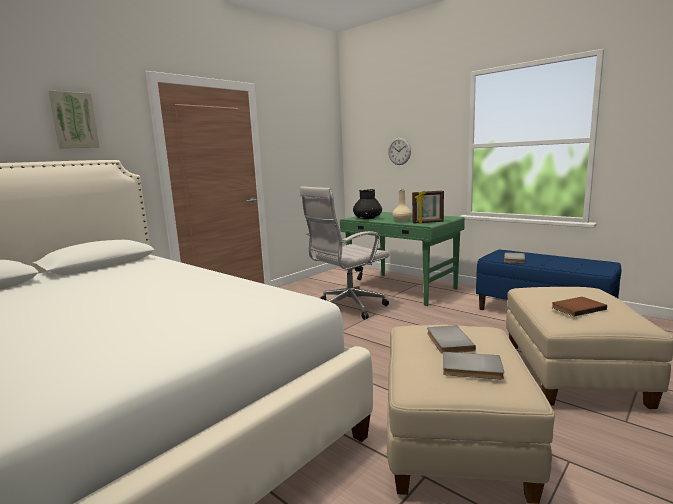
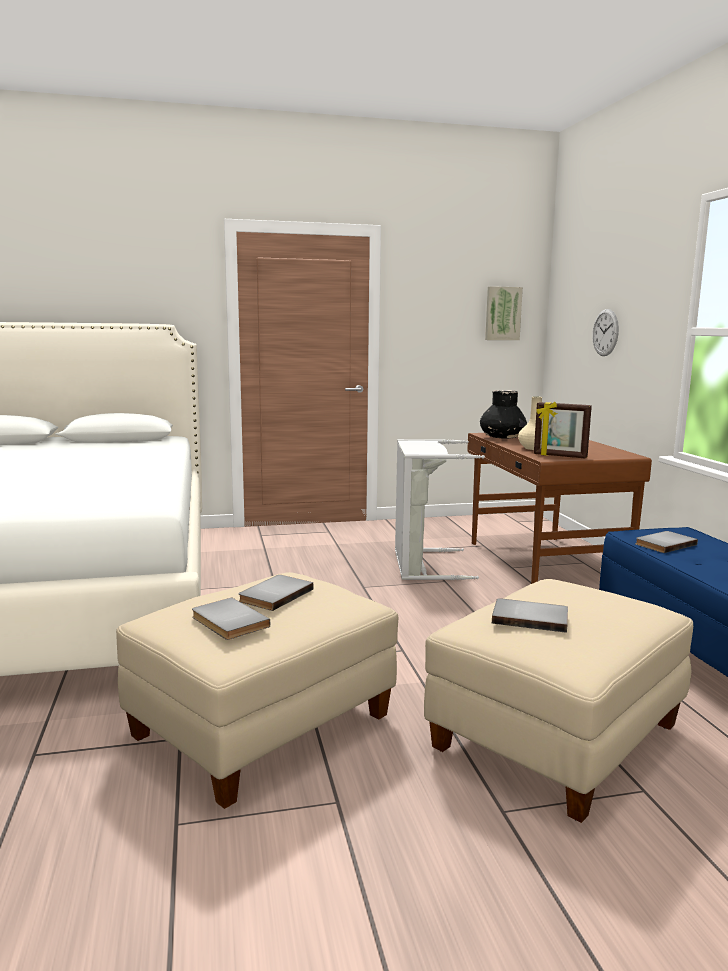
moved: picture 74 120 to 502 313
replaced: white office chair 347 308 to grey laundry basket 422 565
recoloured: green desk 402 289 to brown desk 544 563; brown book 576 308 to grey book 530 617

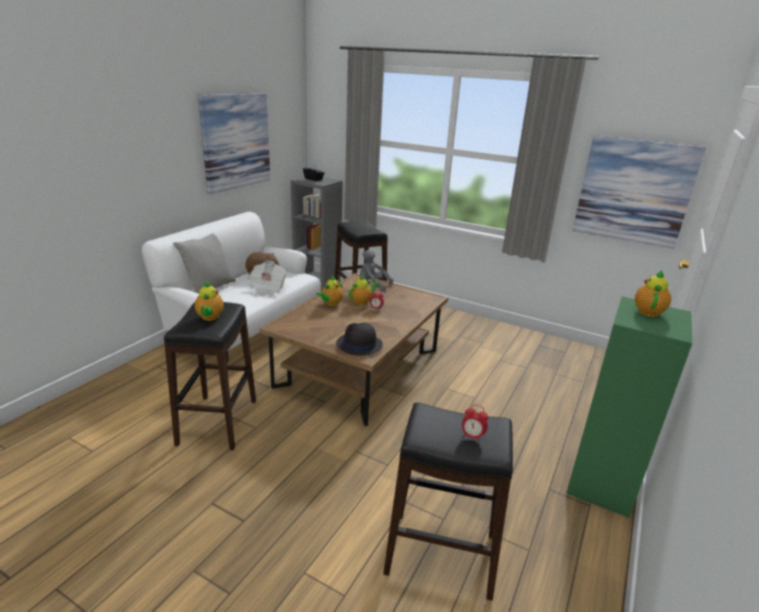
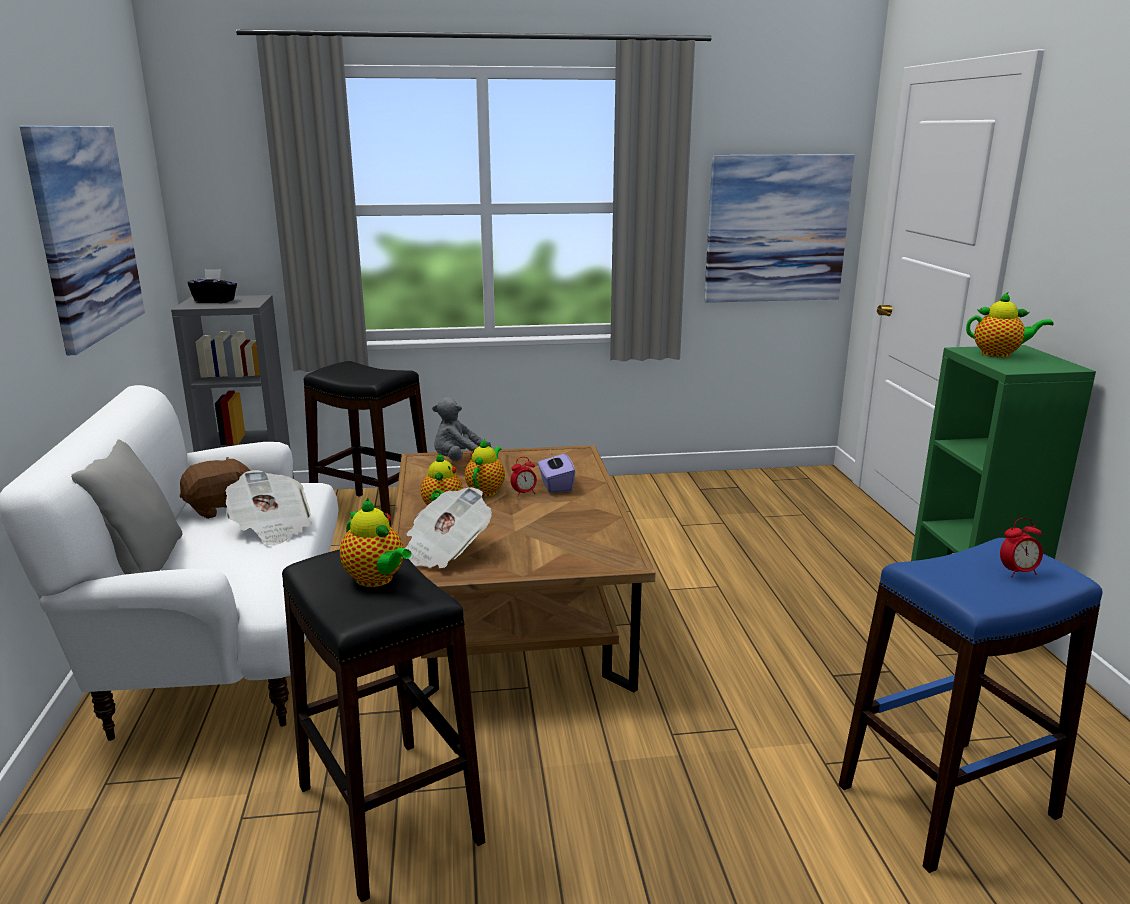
removed: black hat 359 345
added: purple tissue box 555 486; newspaper 444 551
recoloured: black stool 441 554 to blue stool 947 800
turned: teapot 648 311 = 999 354 120 degrees clockwise

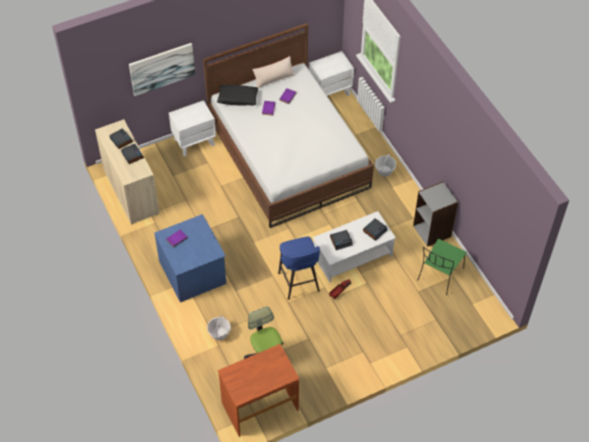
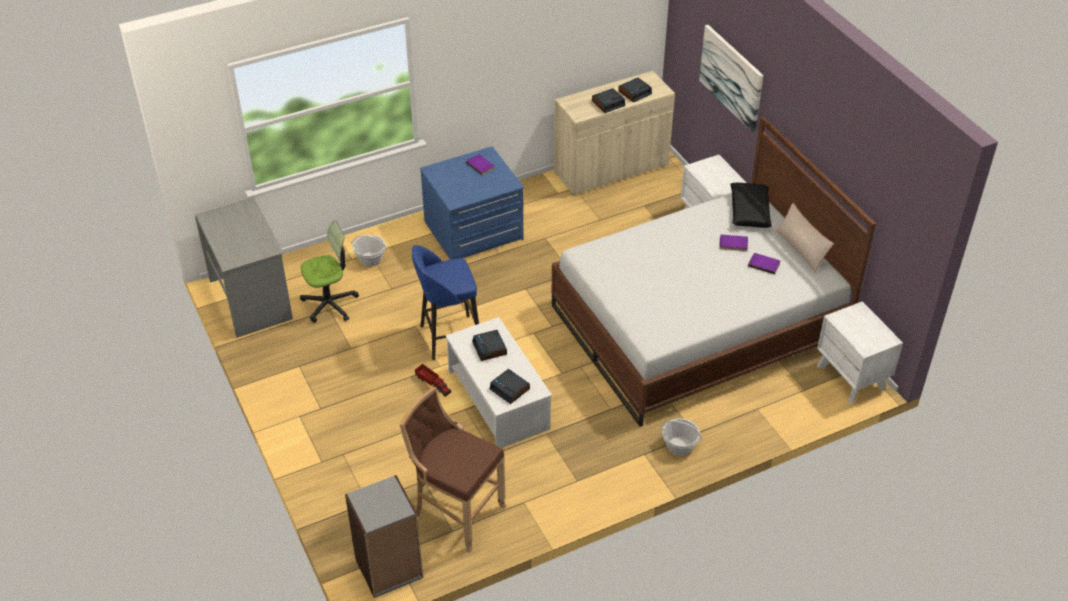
moved: grey bookcase 432 231 to 389 569
replaced: green chair 440 275 to brown stool 455 512
recoloured: brown desk 259 405 to grey desk 252 299

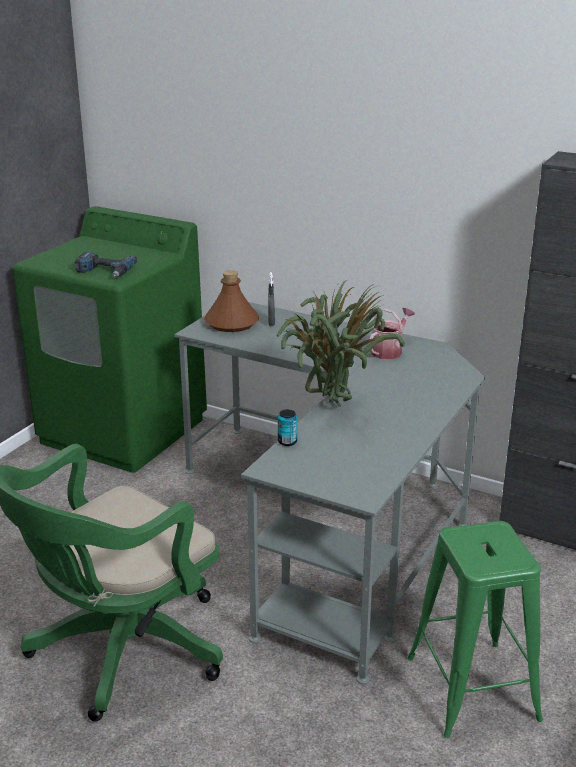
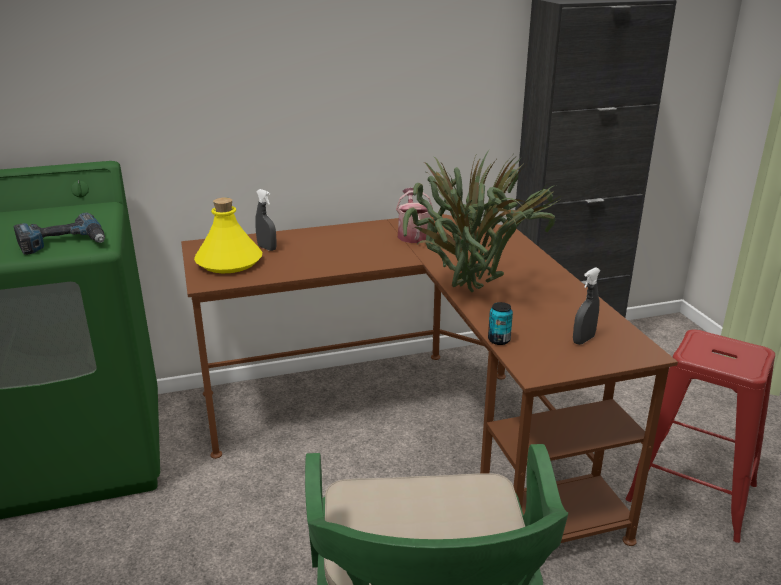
added: grey spray bottle 583 340
recoloured: brown bottle 231 323 to yellow bottle 229 262; grey desk 334 524 to brown desk 415 428; green stool 471 687 to red stool 690 492

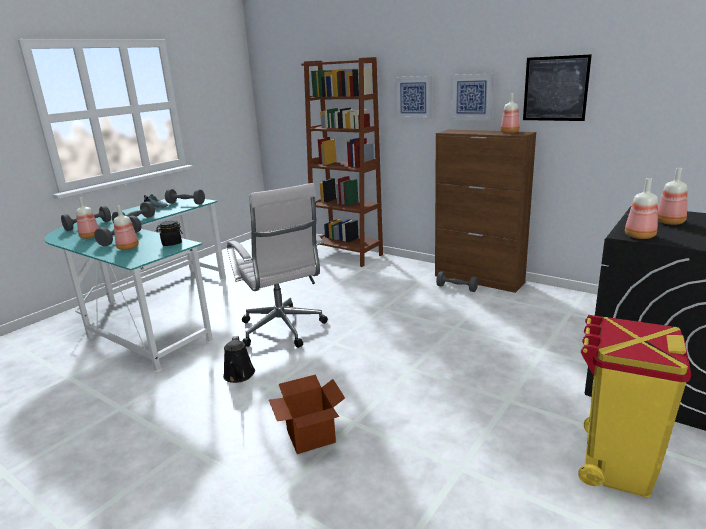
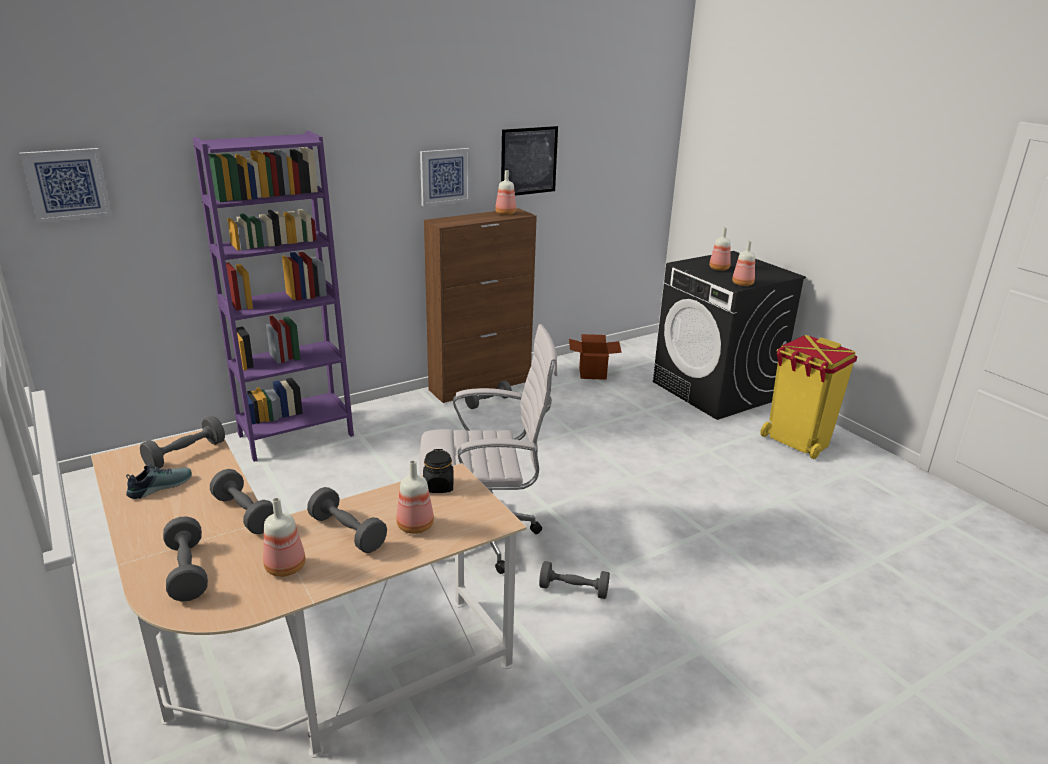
moved: picture 414 97 to 67 184; cardboard box 311 436 to 592 373
replaced: black watering can 239 375 to grey dumbbell 573 590
recoloured: brown bookcase 346 255 to purple bookcase 296 435; turquoise desk 152 313 to beige desk 290 660

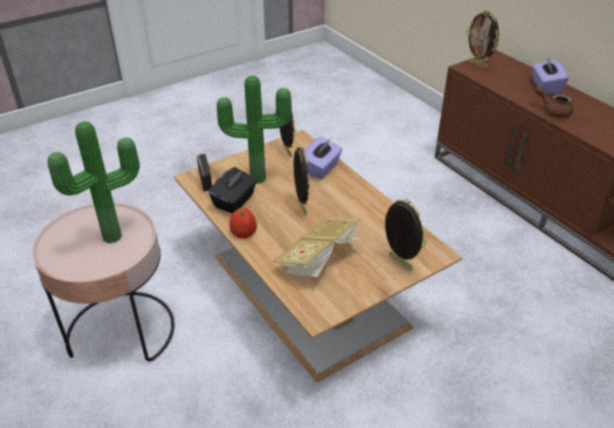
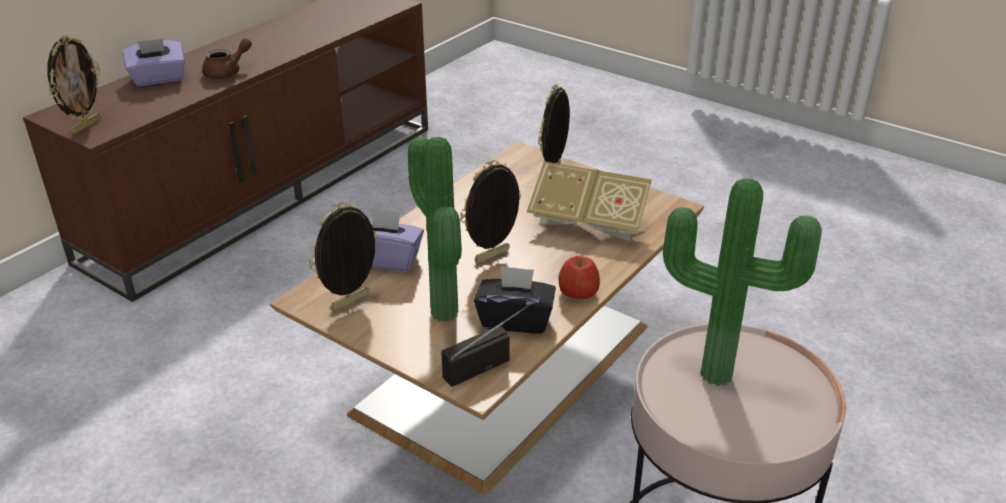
turned: brown teapot 553 110 = 228 72 150 degrees counterclockwise

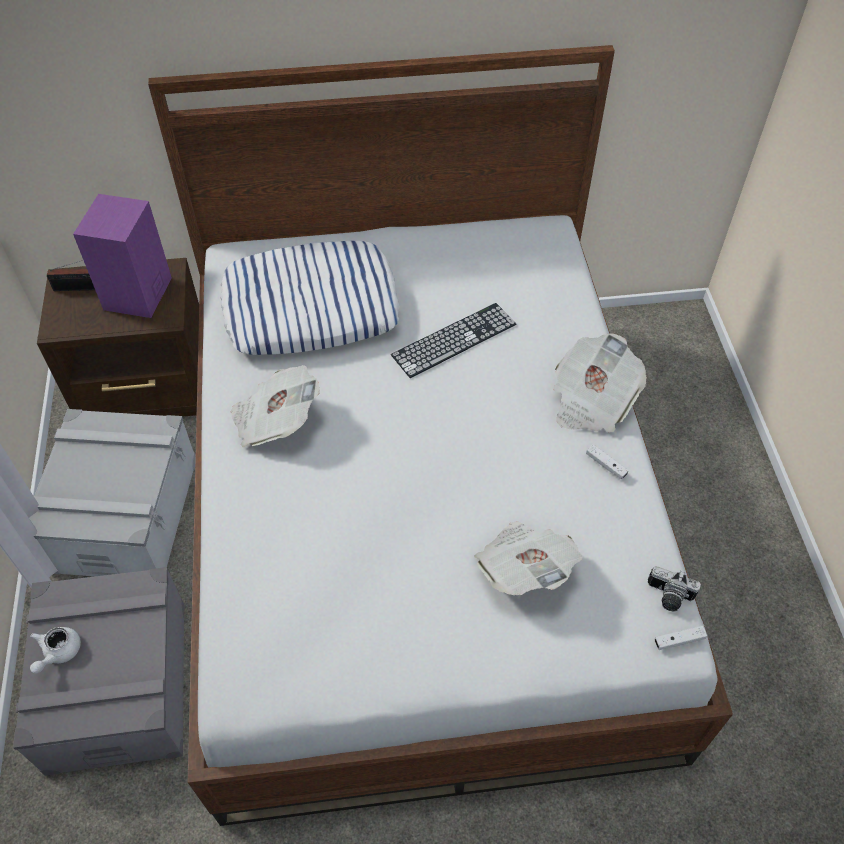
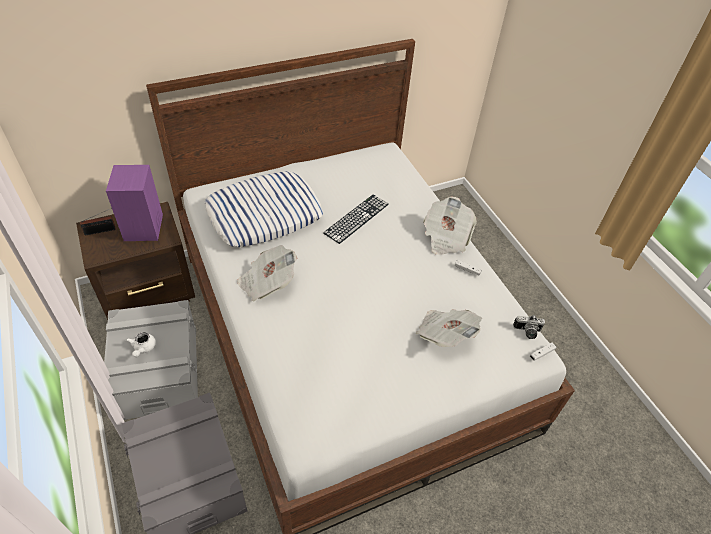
moved: white teapot 58 652 to 143 348

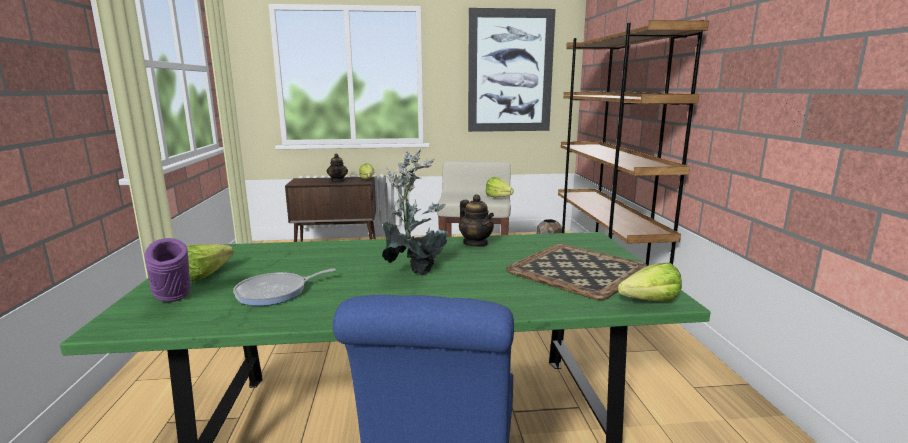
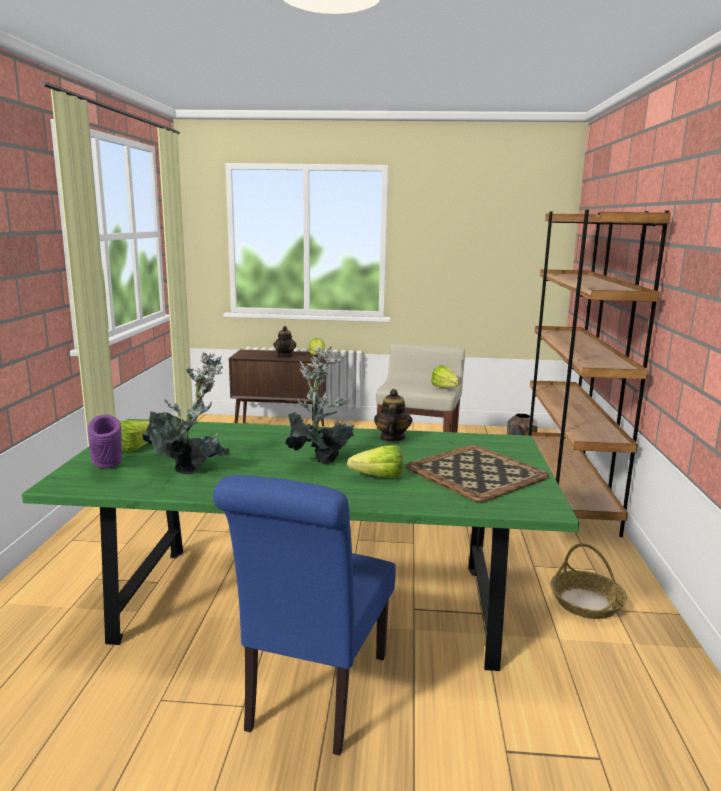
removed: picture 510 71
added: basket 586 603
moved: lettuce 644 302 to 374 477
replaced: frying pan 275 292 to potted plant 191 468
turned: teapot 476 243 = 392 438 150 degrees counterclockwise

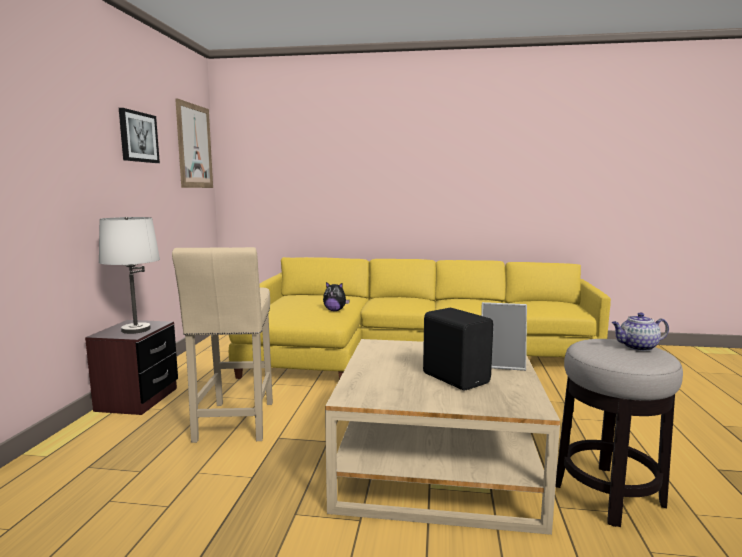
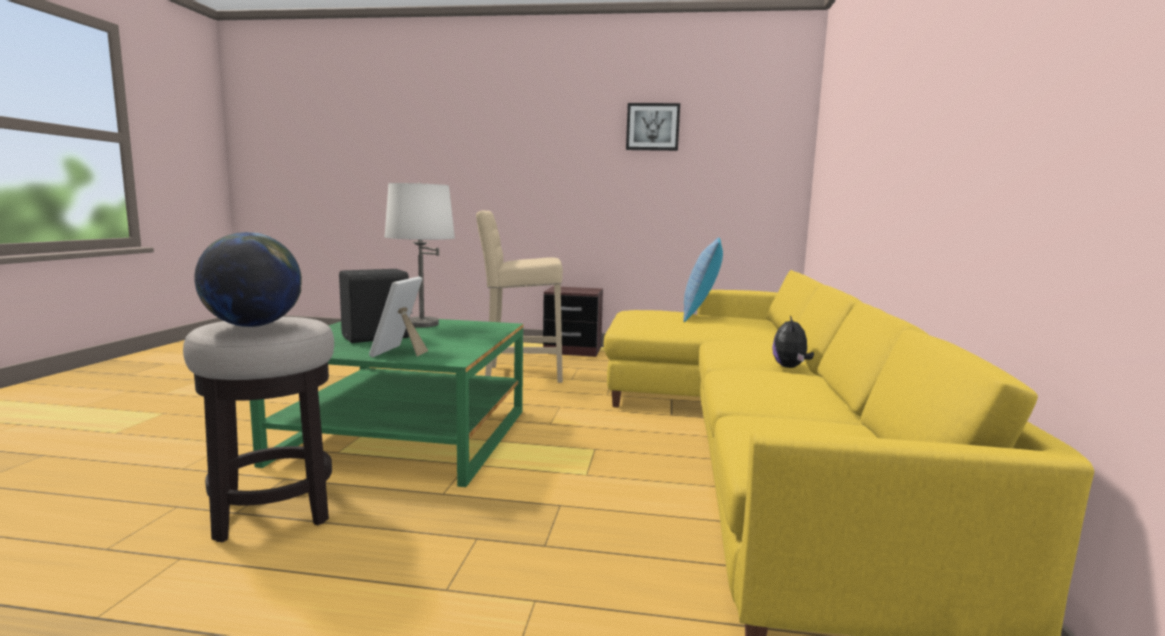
removed: picture 194 146
added: pillow 700 316
moved: white table lamp 136 330 to 421 324; plush toy 335 310 to 790 367
replaced: teapot 637 347 to globe 253 326
recoloured: beige coffee table 437 463 to green coffee table 406 436

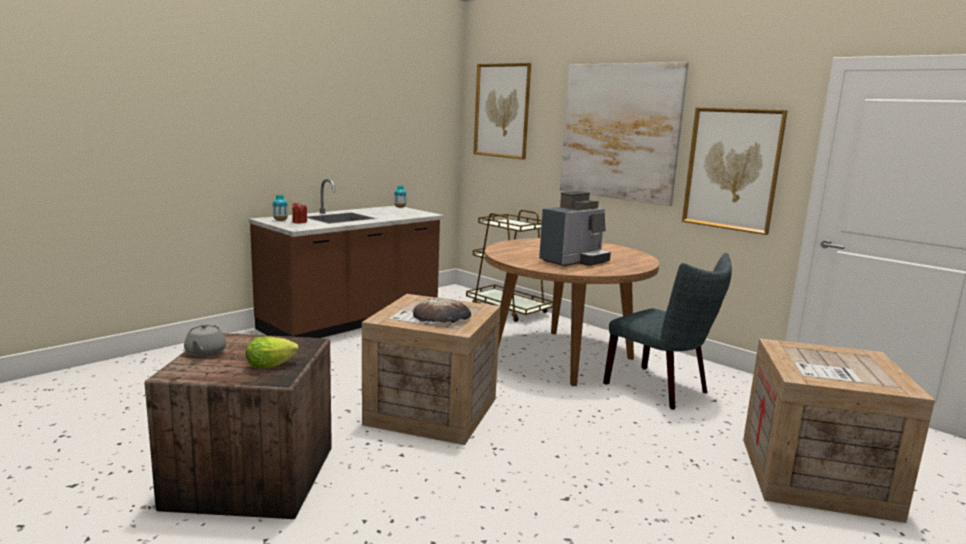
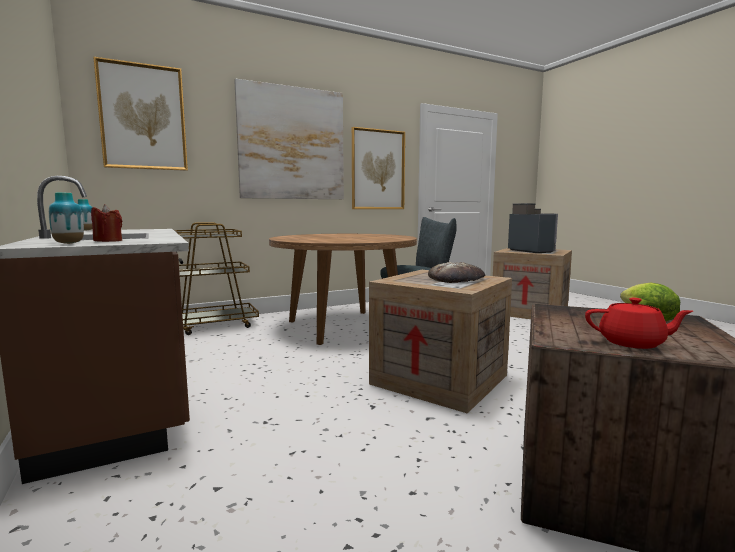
moved: coffee machine 574 261 to 531 251
recoloured: grey teapot 205 353 to red teapot 633 343

